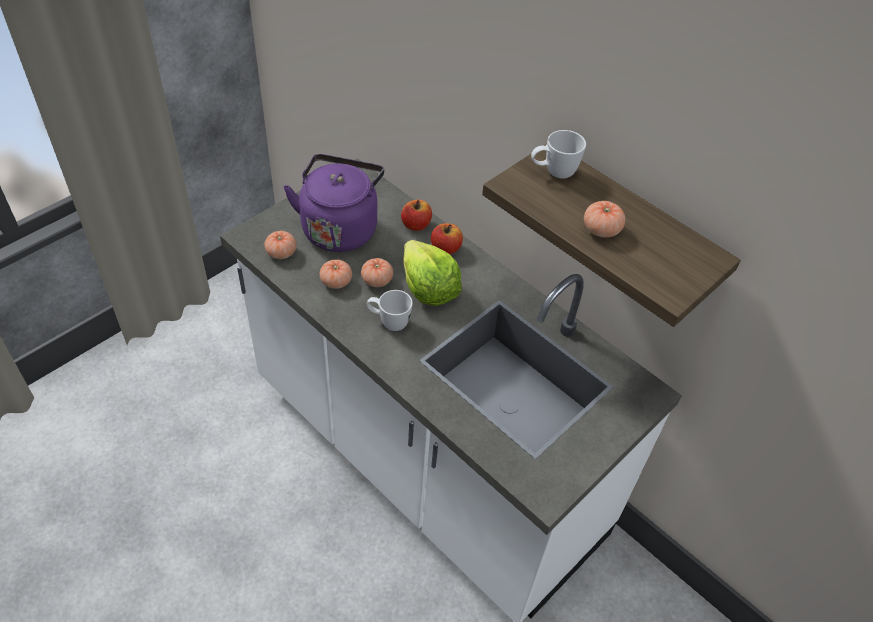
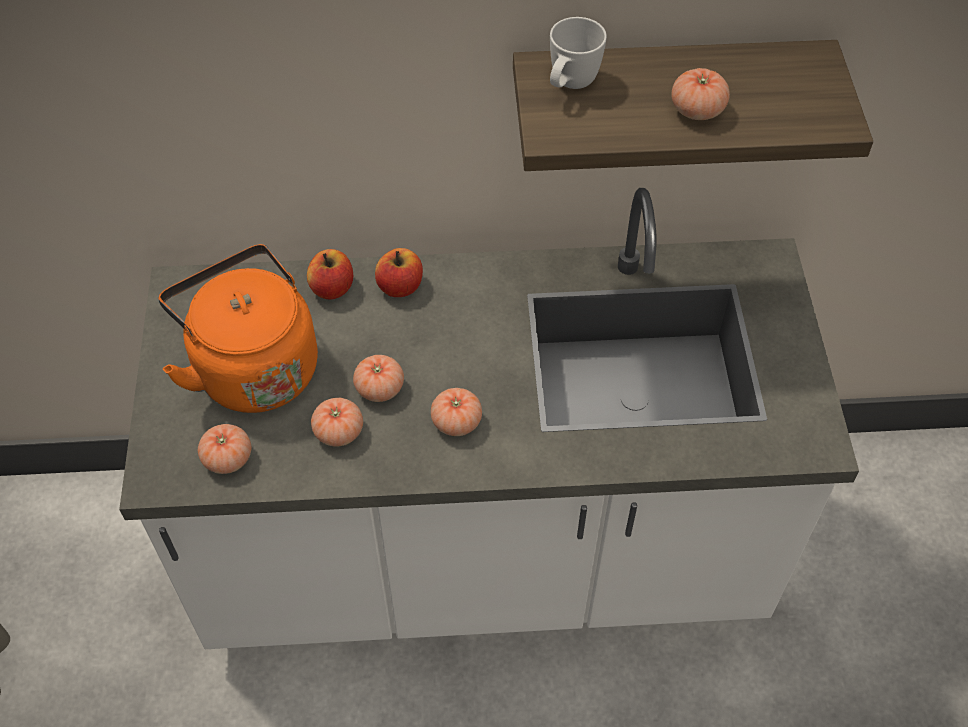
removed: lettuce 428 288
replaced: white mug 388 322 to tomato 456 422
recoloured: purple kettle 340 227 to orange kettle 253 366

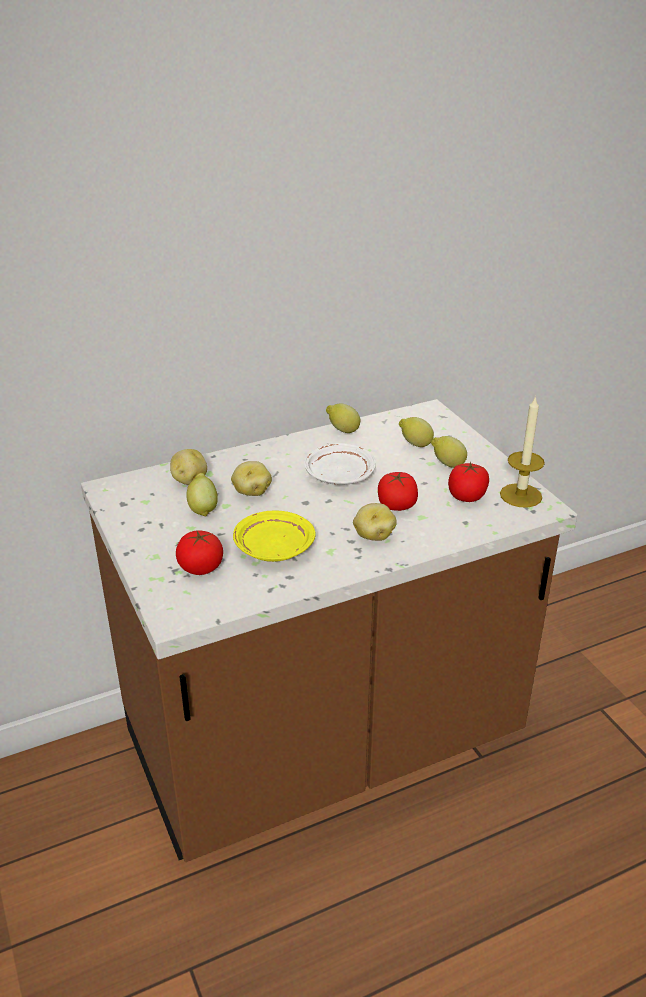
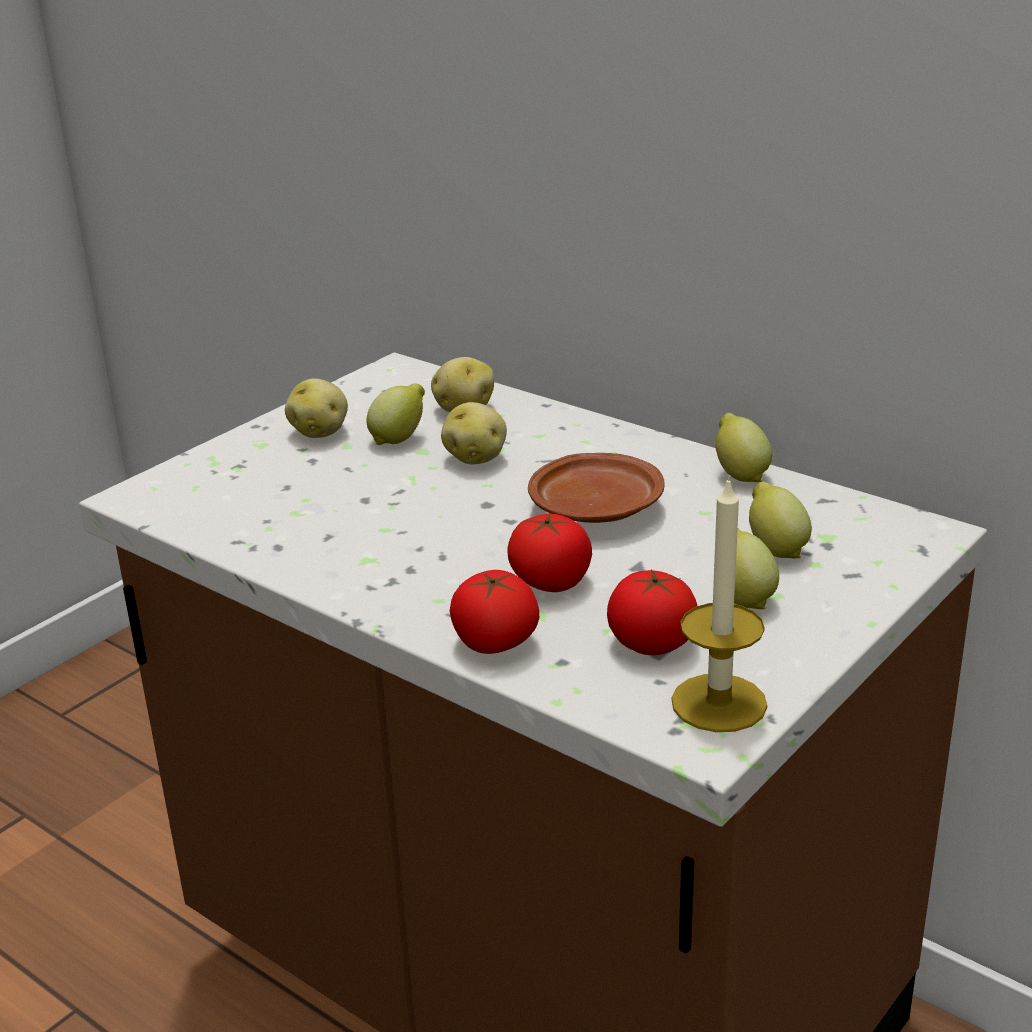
removed: yellow plate 273 547
moved: potato 373 535 to 320 432; tomato 201 567 to 495 642
recoloured: white plate 339 474 to brown plate 596 508

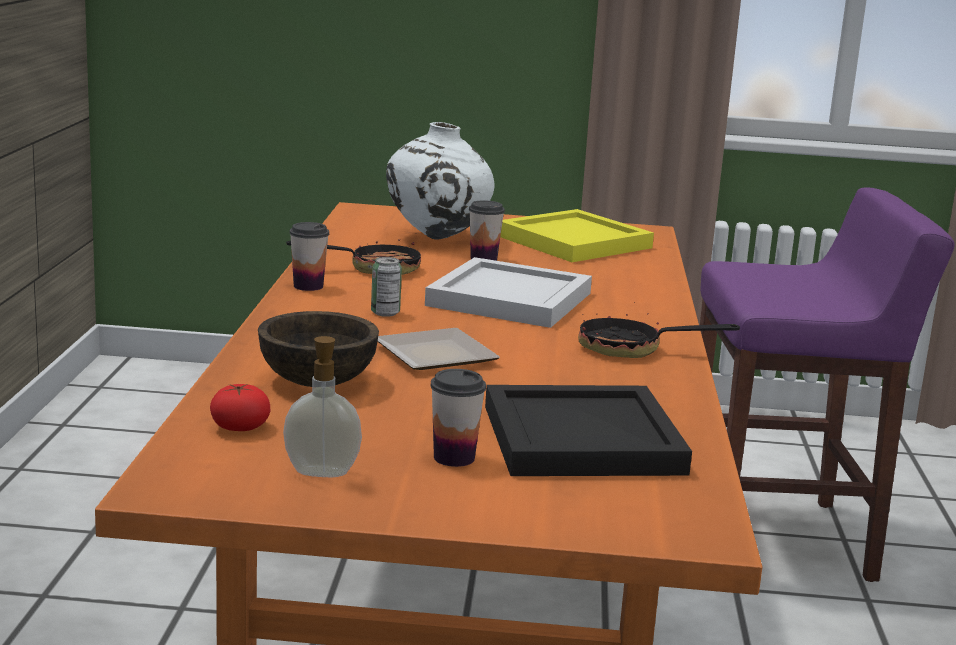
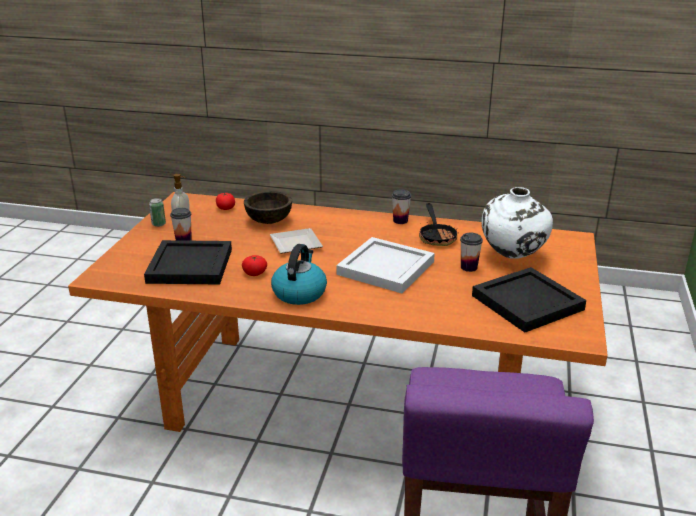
added: tomato 254 273
moved: can 385 313 to 158 224
replaced: frying pan 632 349 to kettle 299 292
recoloured: yellow tray 574 241 to black tray 529 303

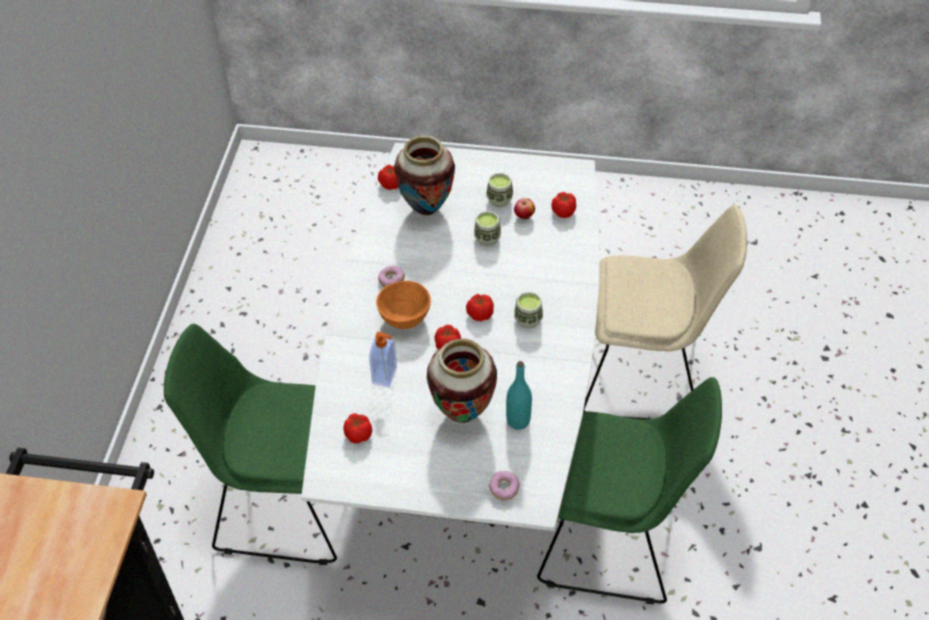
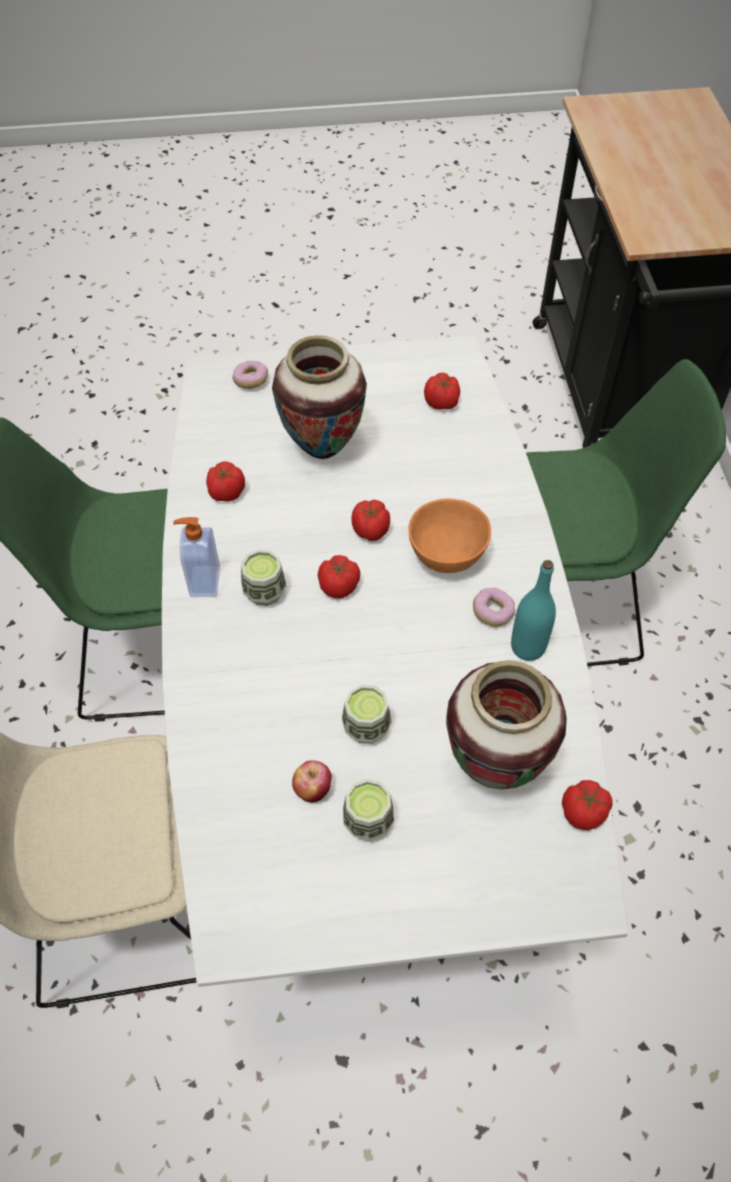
moved: tomato 564 212 to 226 492; soap dispenser 385 376 to 203 582; turquoise bottle 518 421 to 528 647

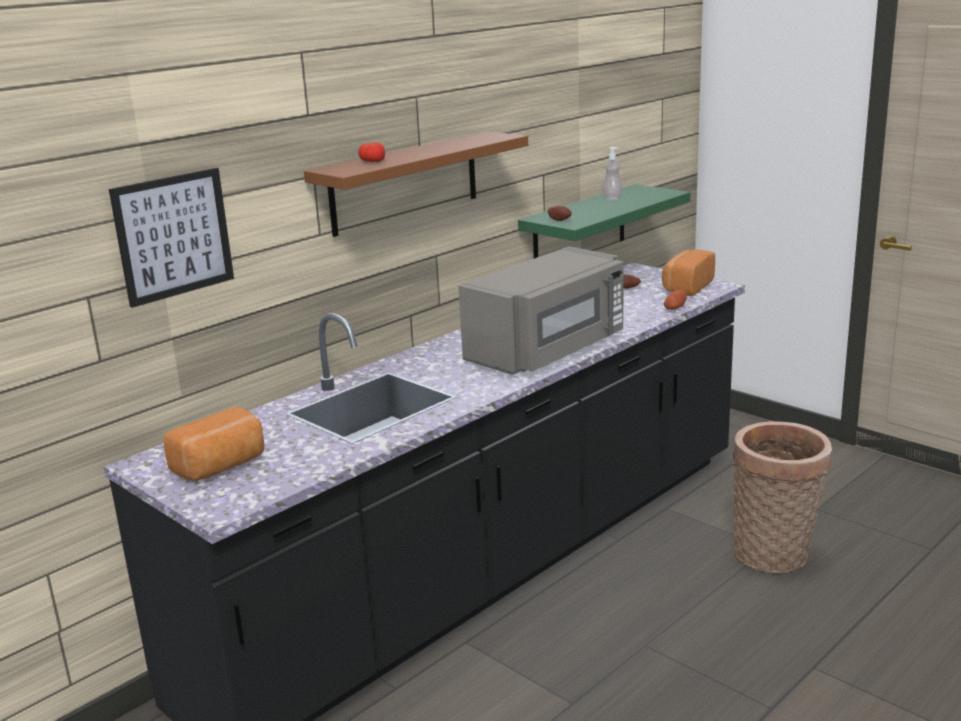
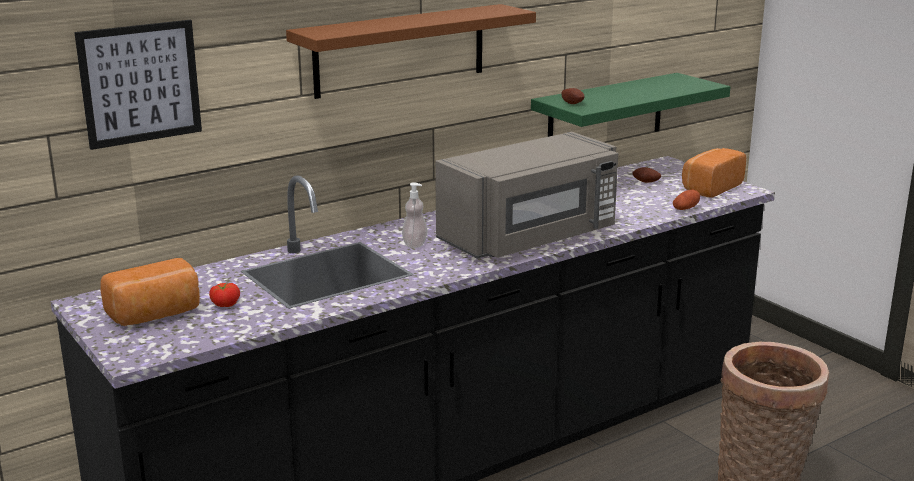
moved: tomato 372 162 to 224 304; soap dispenser 612 199 to 415 244

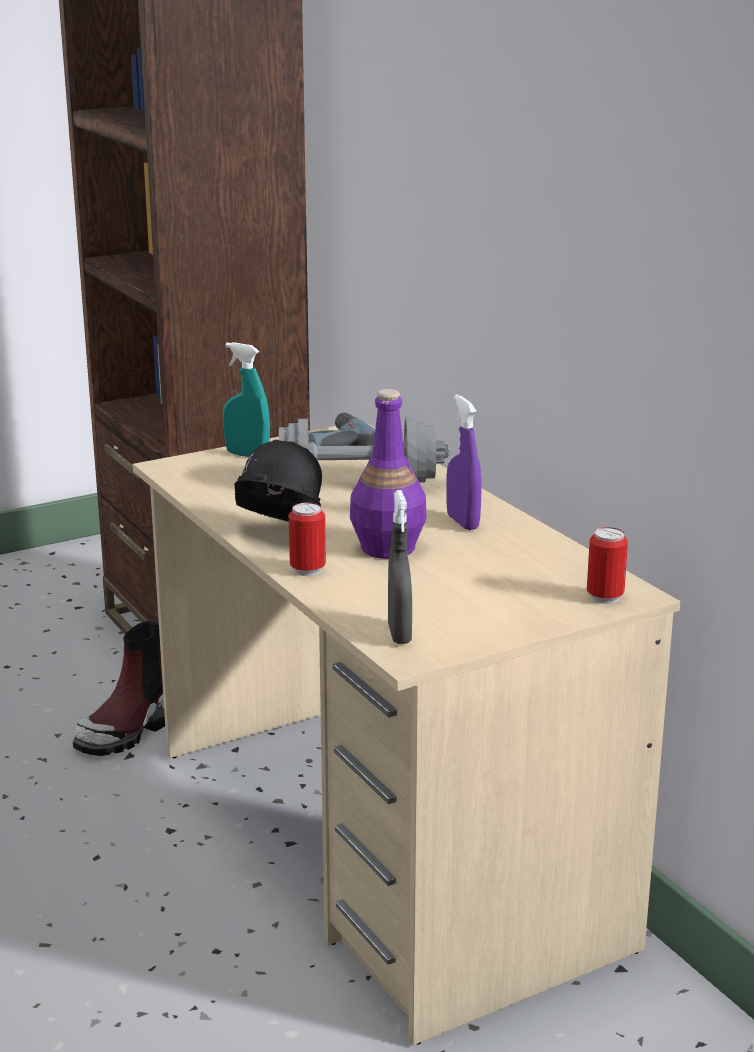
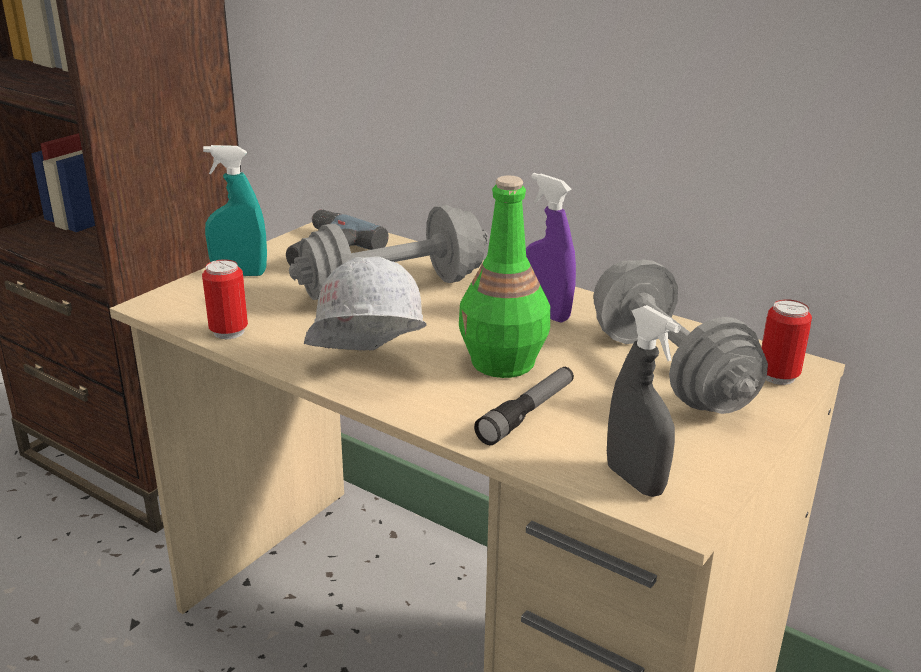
removed: boot 130 730
added: grey dumbbell 668 371; flashlight 527 413
moved: can 307 570 to 229 332
recoloured: purple bottle 388 548 to green bottle 503 363; black hard hat 276 535 to white hard hat 365 372

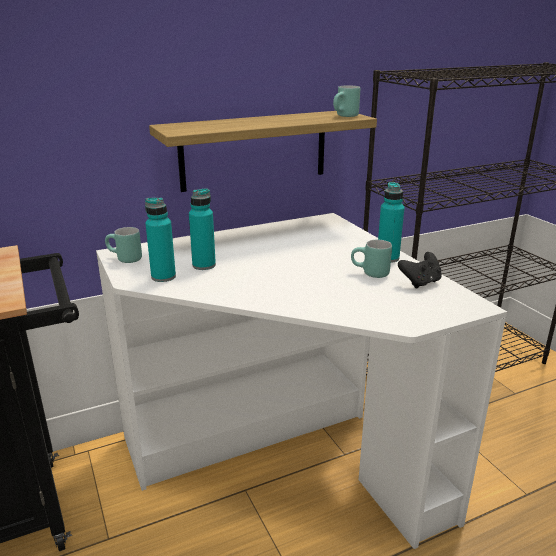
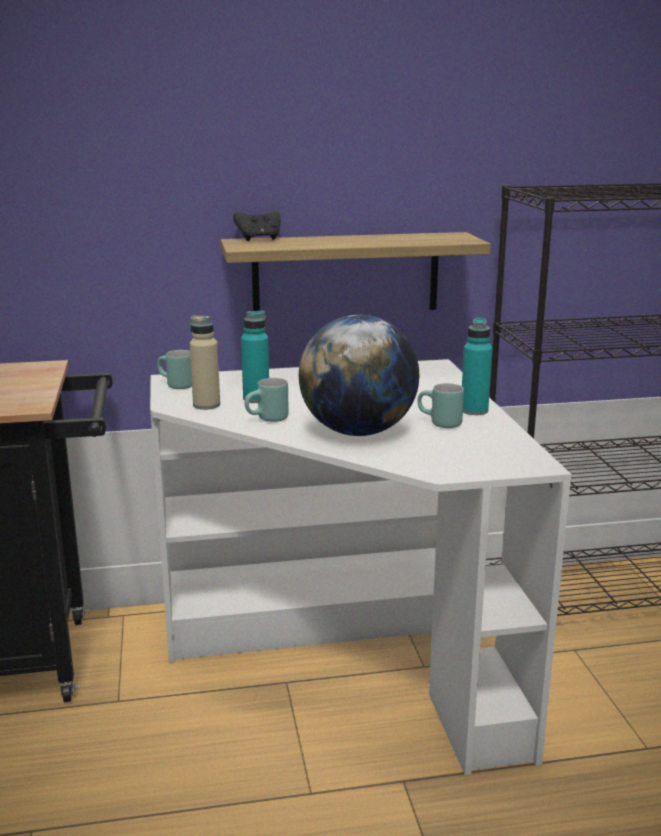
added: globe 358 432
moved: turquoise mug 345 116 to 268 420; black game controller 420 283 to 259 239
recoloured: turquoise bottle 163 277 to beige bottle 206 405

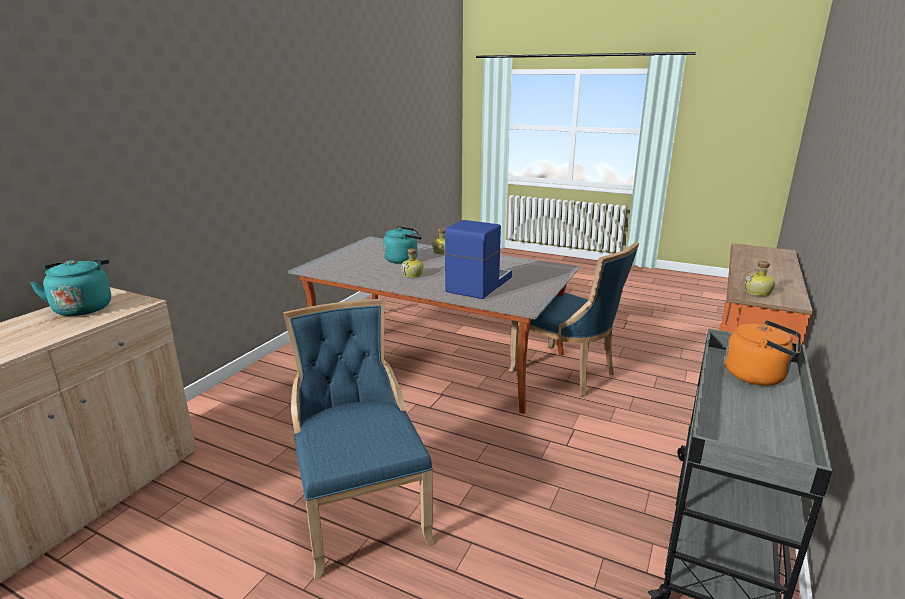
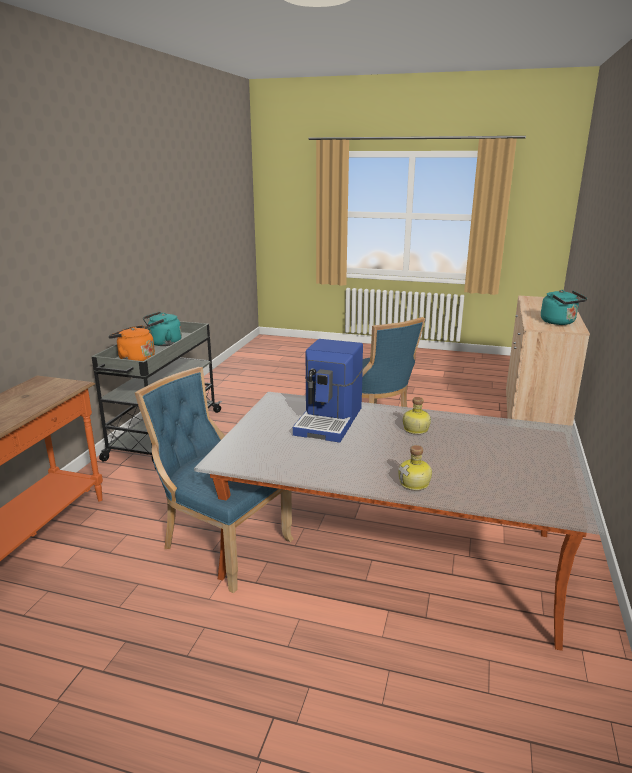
removed: bottle 758 293
moved: turquoise kettle 403 259 to 163 343

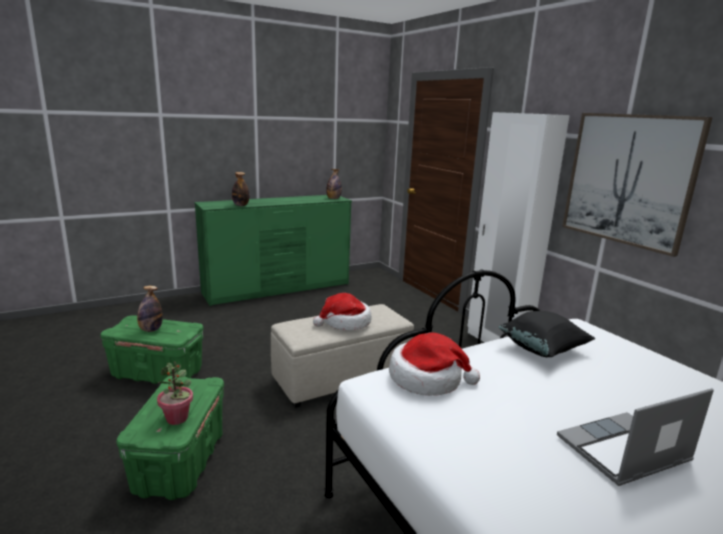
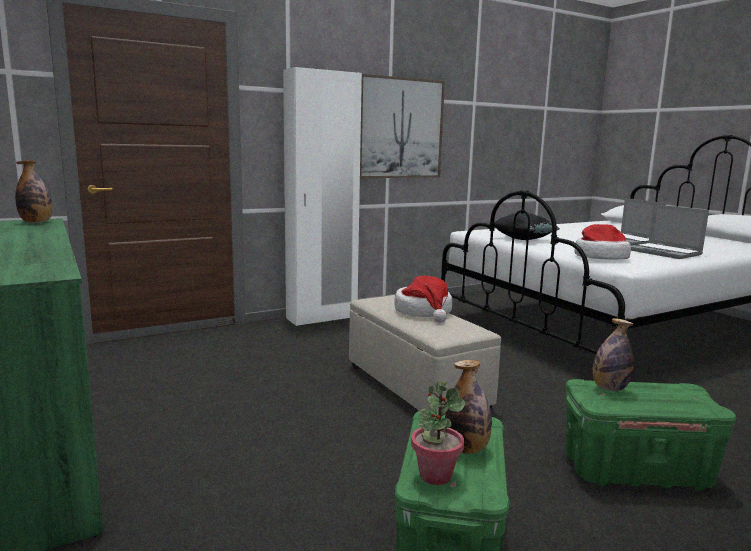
added: laptop 665 252
moved: bottle 241 205 to 609 388; potted plant 177 418 to 435 475

